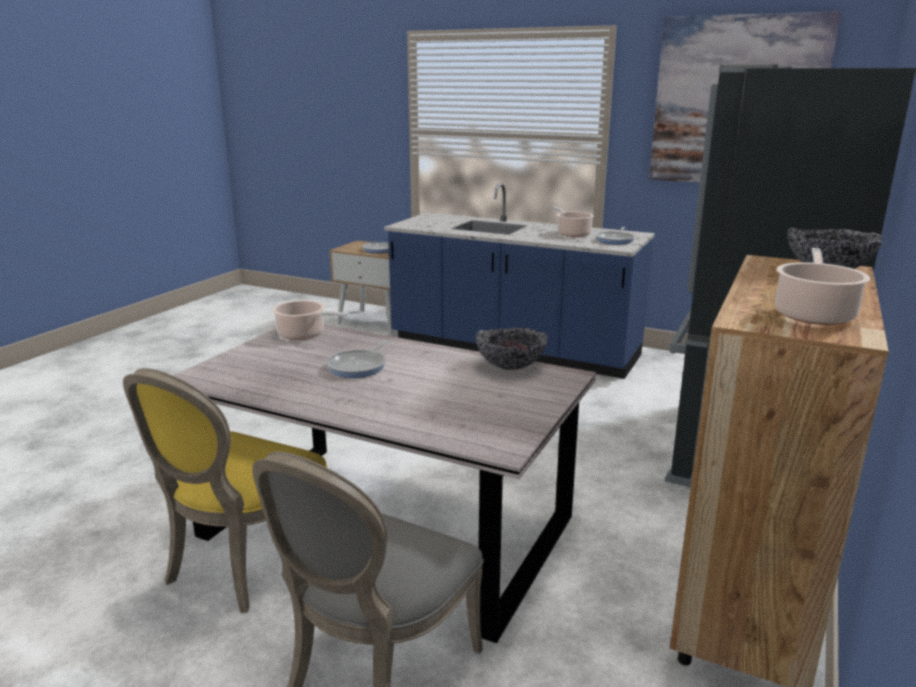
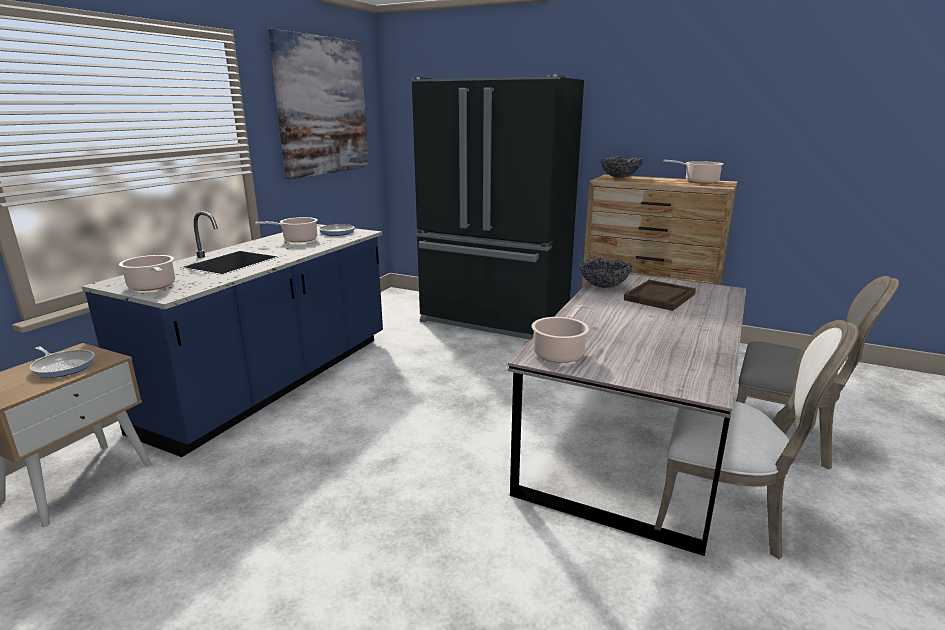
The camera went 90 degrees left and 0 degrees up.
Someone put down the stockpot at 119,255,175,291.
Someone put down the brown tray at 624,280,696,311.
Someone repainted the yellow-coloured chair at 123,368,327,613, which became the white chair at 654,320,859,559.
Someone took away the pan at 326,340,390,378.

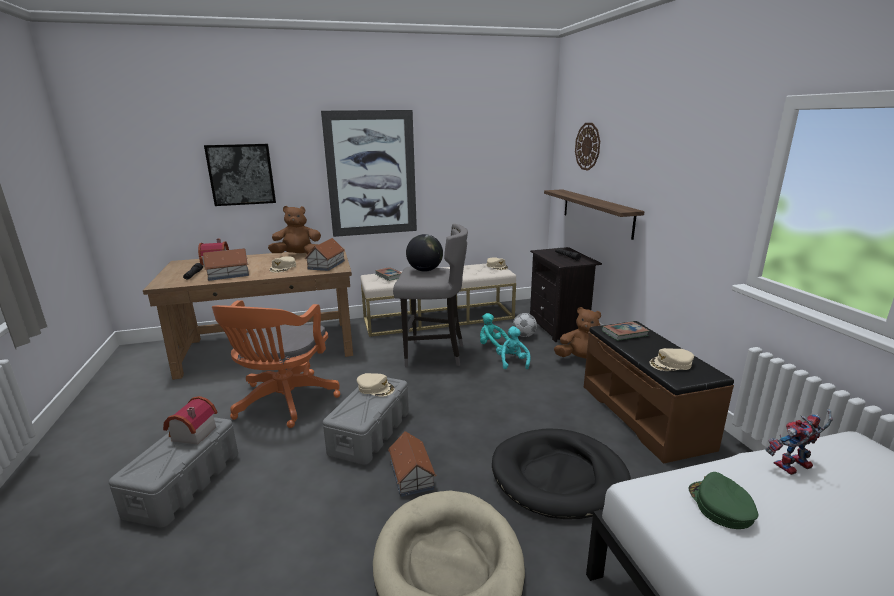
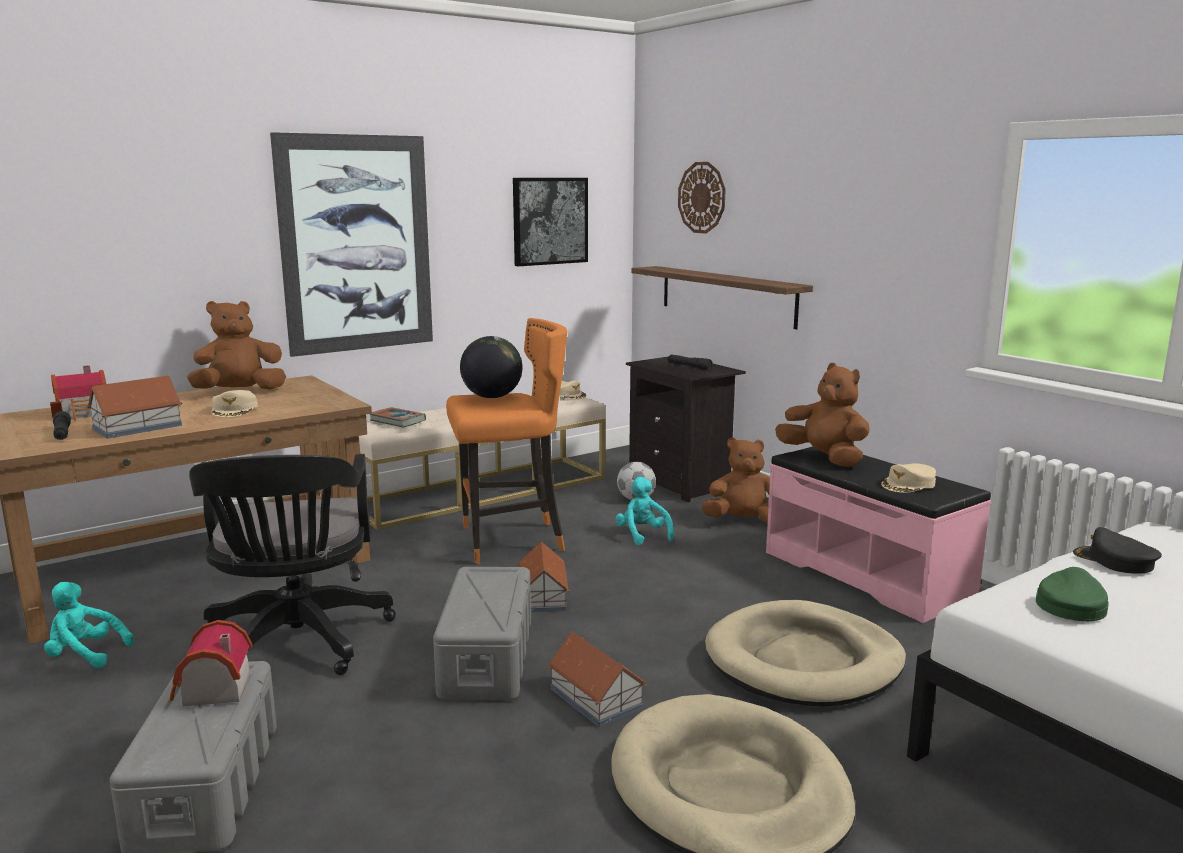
The camera went 20 degrees left and 5 degrees down.
Someone carried the turquoise-coloured soft toy from 480,313,510,349 to 44,582,134,668.
Someone repainted the orange-coloured desk chair at 212,300,340,428, which became the black-coloured desk chair at 189,454,396,675.
Someone repainted the grey sitting stool at 393,224,468,367, which became the orange-coloured sitting stool at 446,318,567,564.
Someone carried the wall art from 204,144,276,206 to 513,178,588,266.
Someone carried the model house from 305,238,345,271 to 518,542,570,612.
Someone repainted the black-coloured dog bed at 492,428,631,519, which became the beige dog bed at 705,600,906,707.
Someone repainted the brown indoor bench at 584,321,734,464, which became the pink-coloured indoor bench at 766,446,991,623.
Someone swapped the bound book at 601,321,649,341 for the brown soft toy at 775,363,869,466.
Someone rotated the green cap at 689,472,759,529 by 60 degrees clockwise.
Someone swapped the model robot at 765,409,832,475 for the black-coloured cap at 1073,527,1162,574.
Someone took away the beige cap at 357,373,395,397.

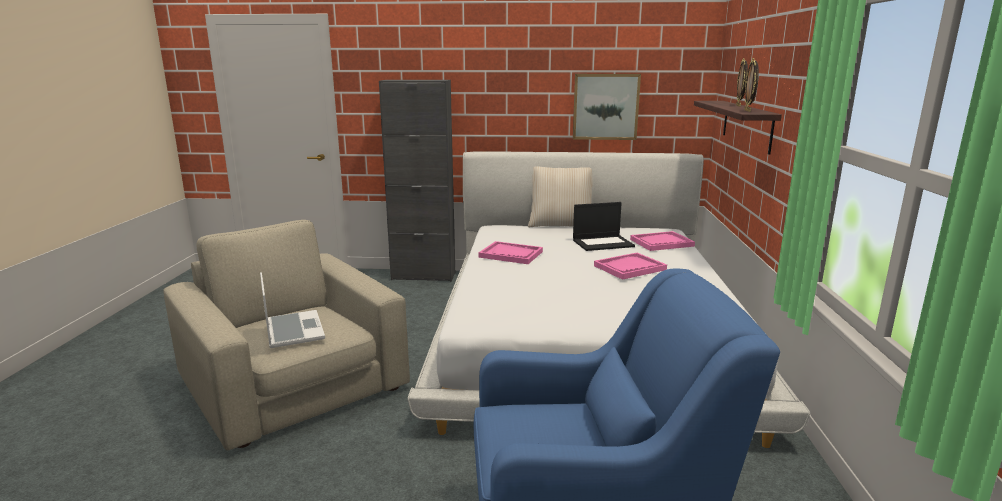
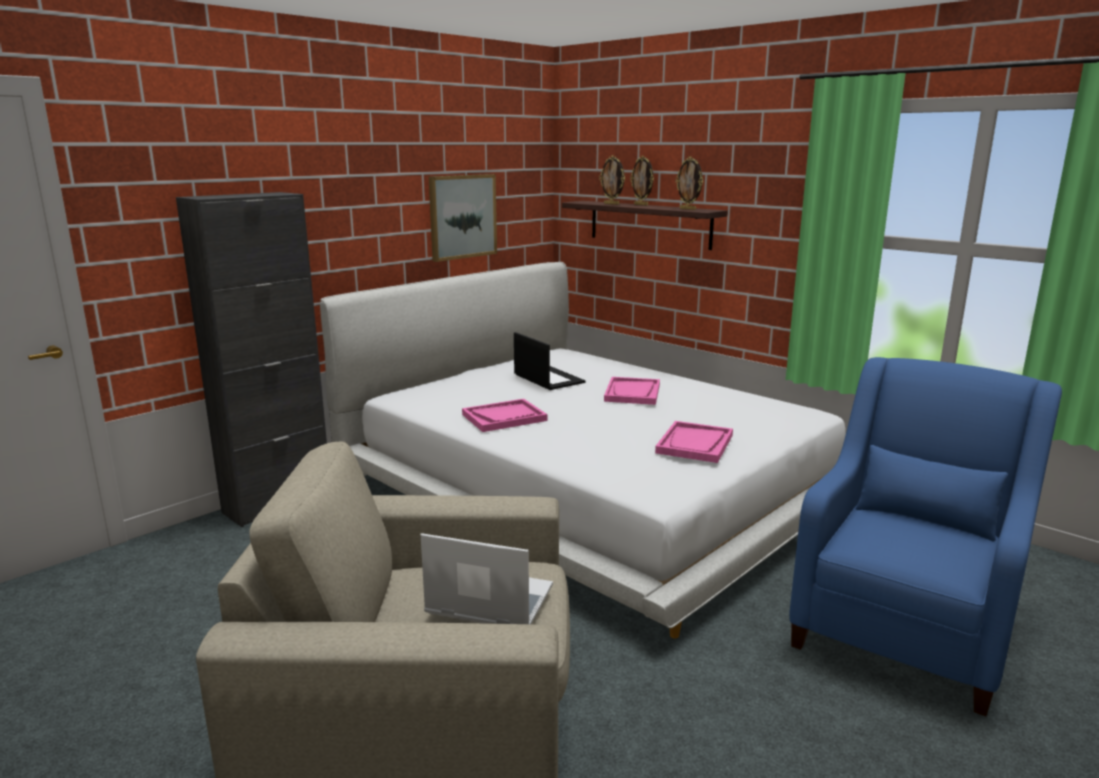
The camera went 50 degrees left and 0 degrees up.
Someone rotated the laptop at 573,202,635,251 by 60 degrees counterclockwise.
Someone put down the picture frame at 599,155,625,205.
Someone carried the pink-coloured tray from 630,231,695,251 to 655,421,733,463.
Someone took away the beige cushion at 528,166,593,227.

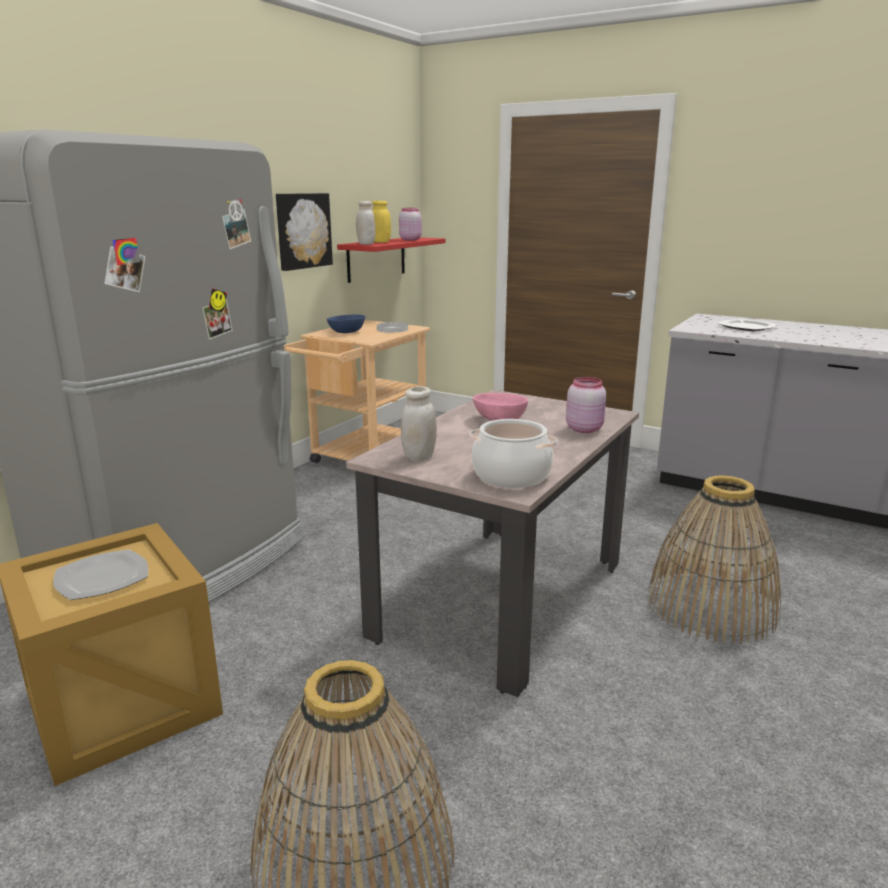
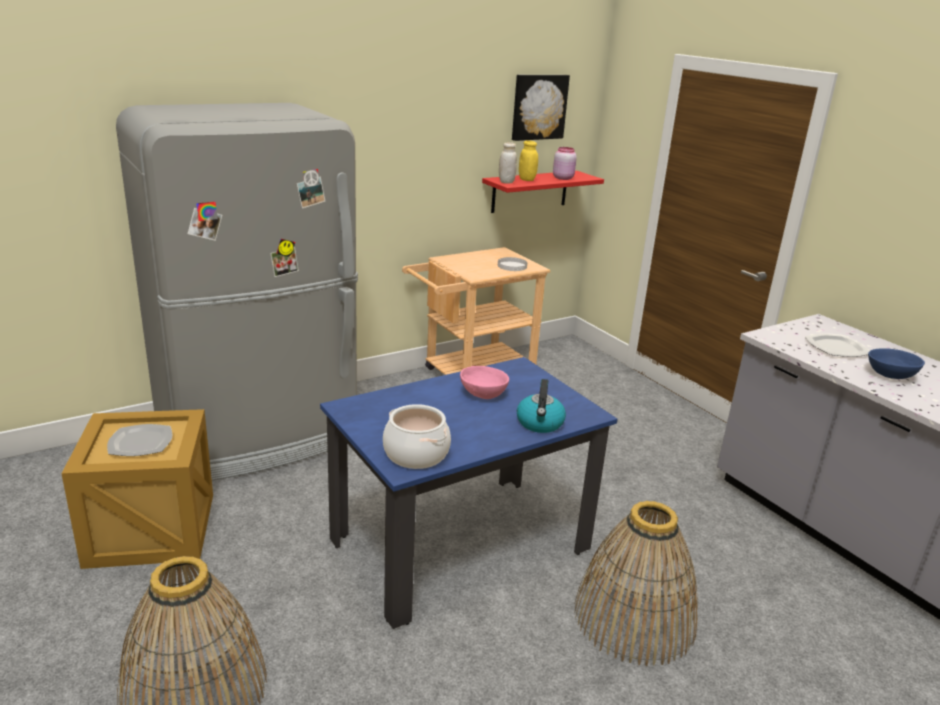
The camera went 25 degrees right and 5 degrees up.
Someone repainted the beige dining table at 346,390,639,697, which became the bluish dining table at 320,357,617,629.
Someone carried the wall art from 276,193,333,271 to 512,75,570,141.
Someone swapped the pink-coloured storage jar at 566,377,606,433 for the kettle at 517,379,566,433.
Someone carried the bluish deep dish from 327,315,365,333 to 868,348,925,379.
Someone took away the white storage jar at 401,386,437,462.

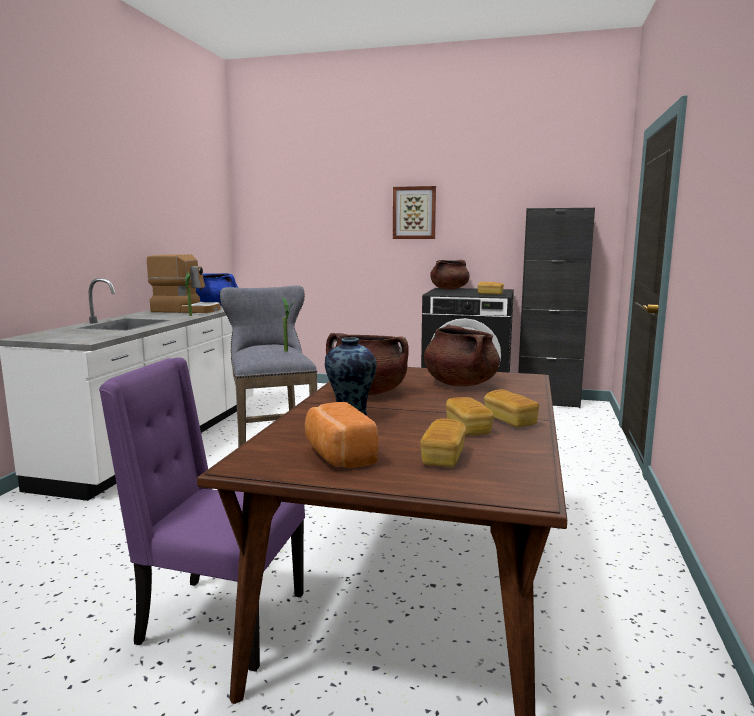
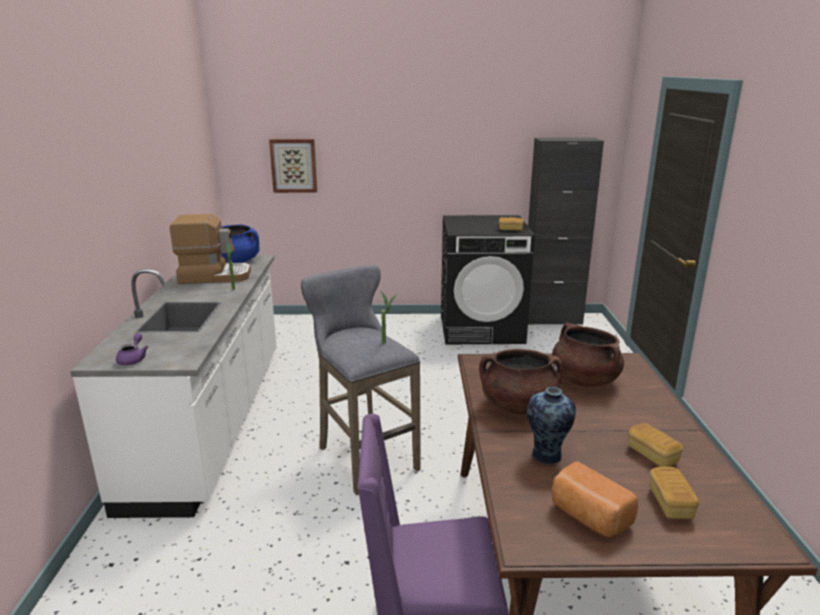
The camera went 15 degrees left and 10 degrees up.
Someone put down the purplish teapot at 116,333,148,365.
Someone carried the wall art from 393,186,436,239 to 269,139,317,193.
Someone took away the brown stockpot at 430,260,469,290.
Someone took away the bread at 484,389,539,427.

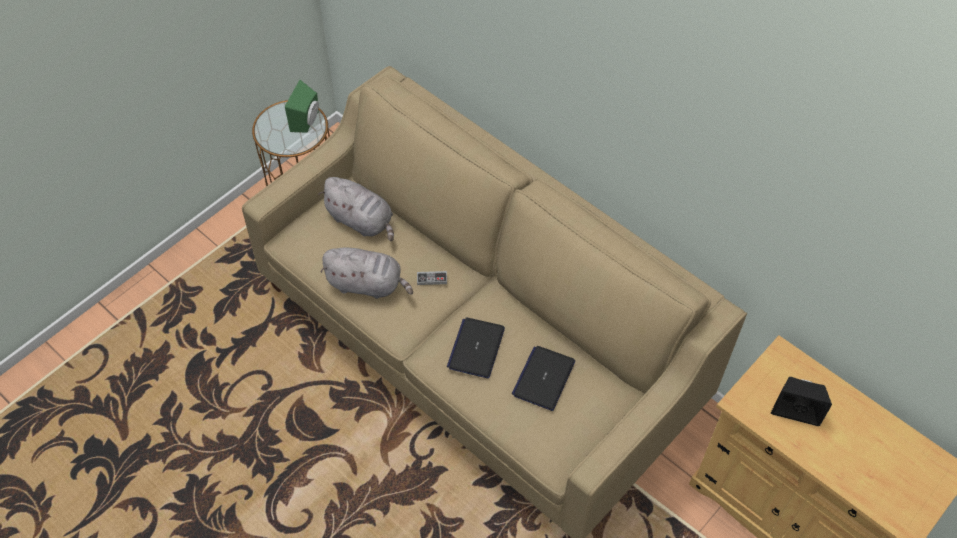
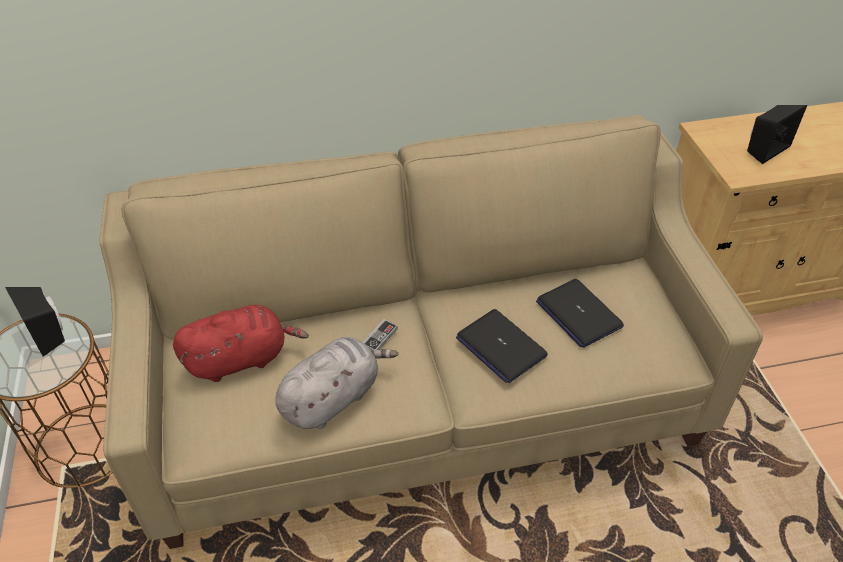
The camera went 55 degrees left and 10 degrees down.
Someone repainted the green audio speaker at 285,80,319,133, which became the black-coloured audio speaker at 5,287,65,357.
Someone repainted the grey soft toy at 318,177,394,241, which became the red soft toy at 173,305,309,382.

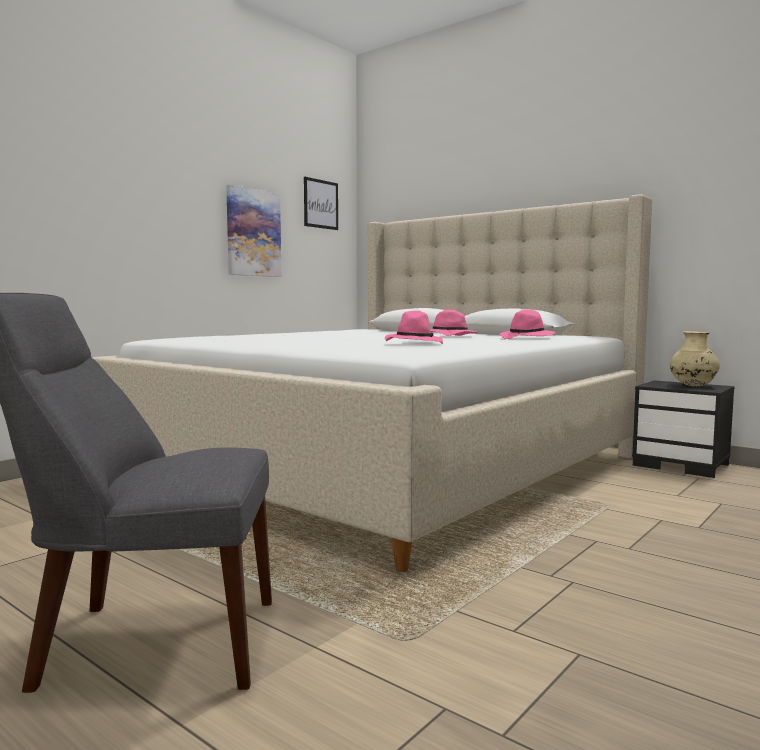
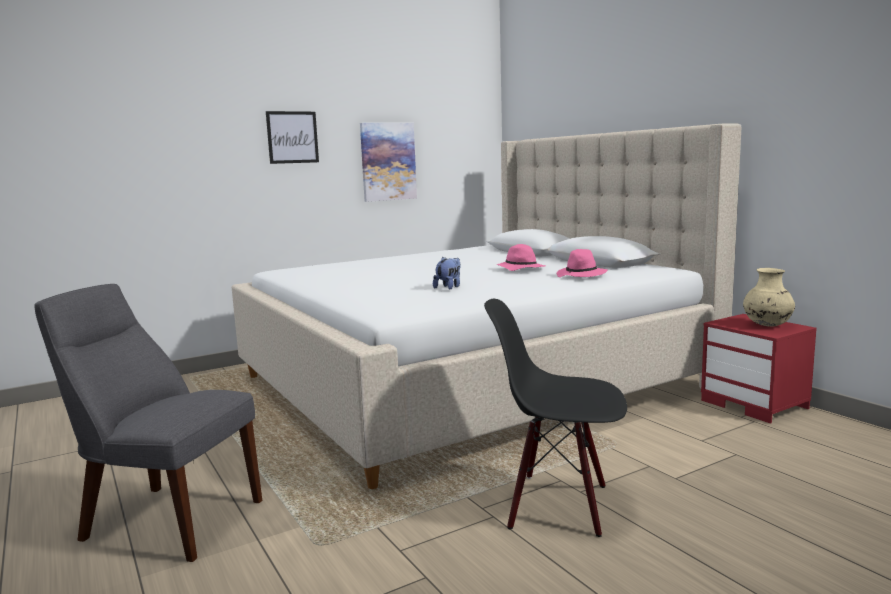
The camera went 20 degrees right and 5 degrees up.
Someone carried the wall art from 304,177,338,230 to 266,111,319,164.
Someone swapped the pink-coloured wearable hat at 385,311,443,344 for the soft toy at 433,257,461,289.
Someone put down the black-coloured chair at 484,299,627,537.
Someone repainted the black-coloured nightstand at 632,380,735,478, which became the red nightstand at 701,314,817,424.

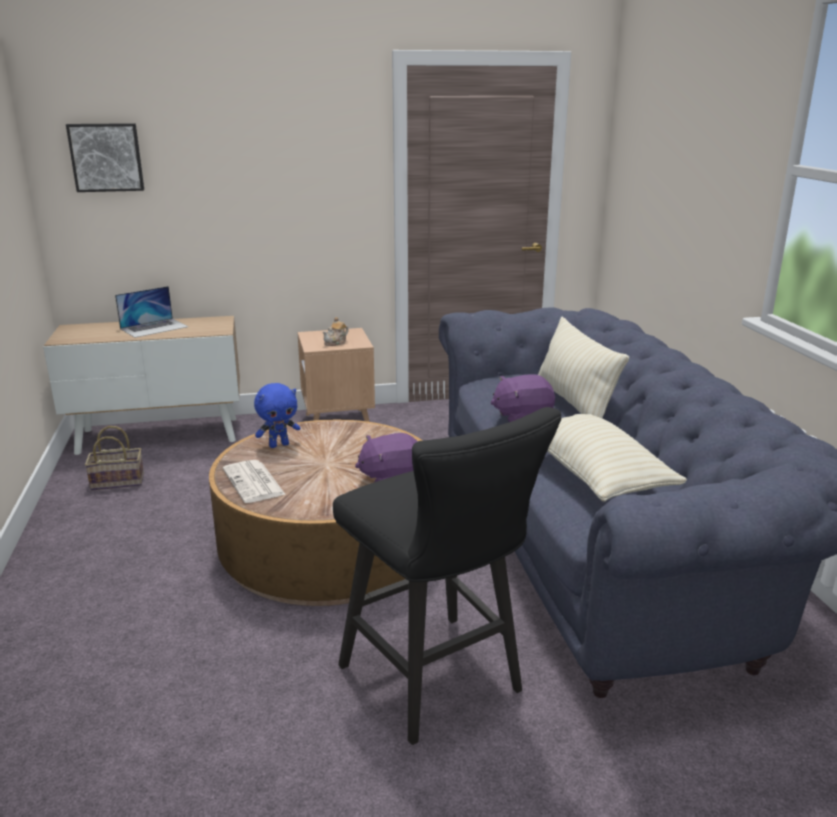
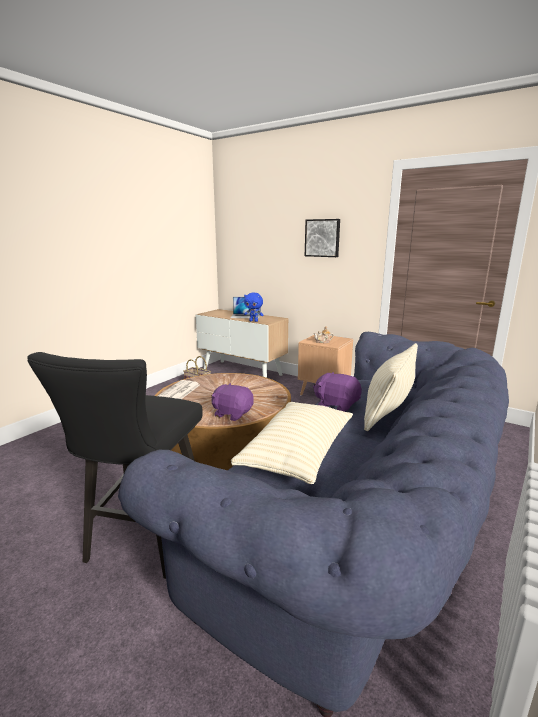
The camera went 45 degrees right and 5 degrees down.
Someone carried the bluish soft toy from 254,383,300,448 to 244,292,263,322.
Someone carried the wall art from 66,123,144,192 to 305,219,340,257.

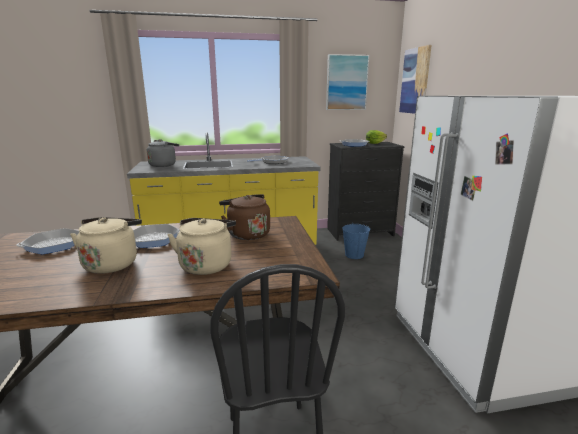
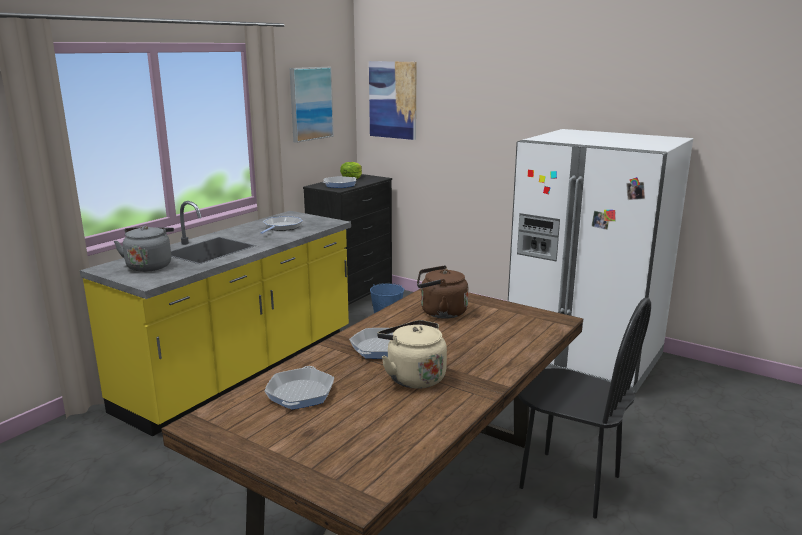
The camera went 45 degrees left and 0 degrees up.
Someone took away the beige kettle at 168,218,236,275.

